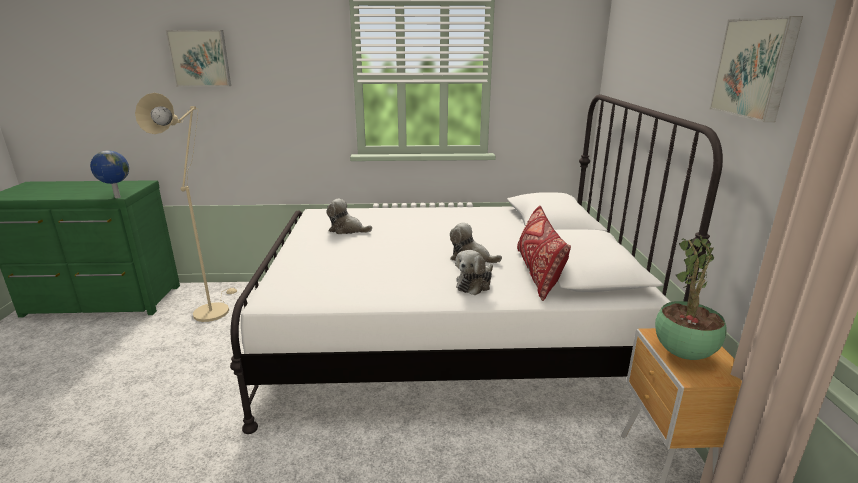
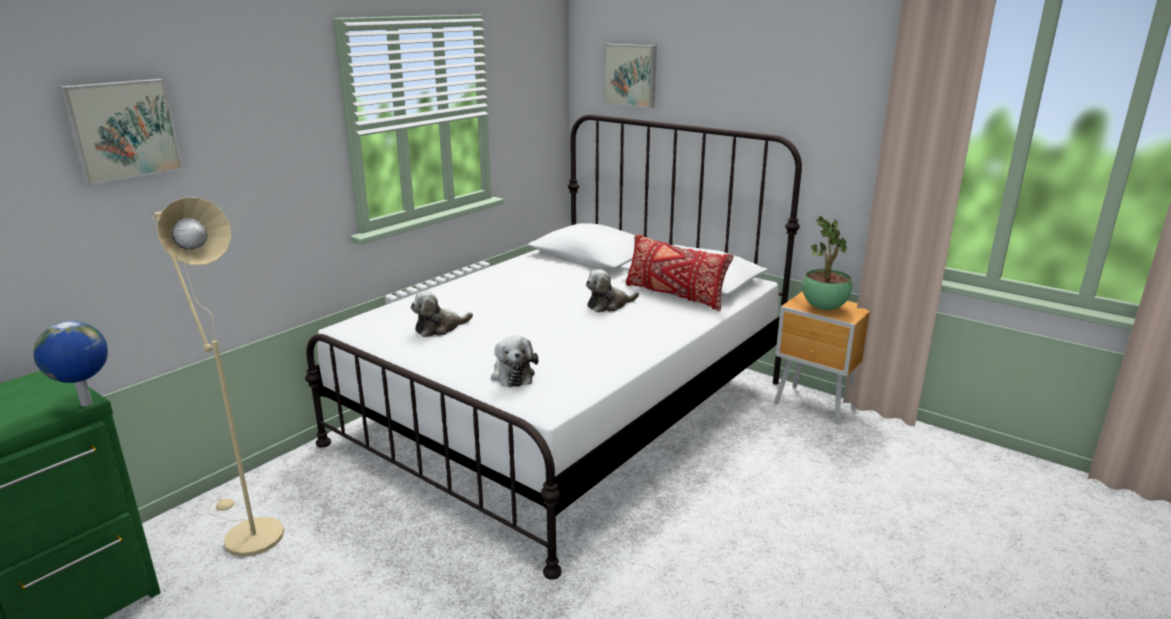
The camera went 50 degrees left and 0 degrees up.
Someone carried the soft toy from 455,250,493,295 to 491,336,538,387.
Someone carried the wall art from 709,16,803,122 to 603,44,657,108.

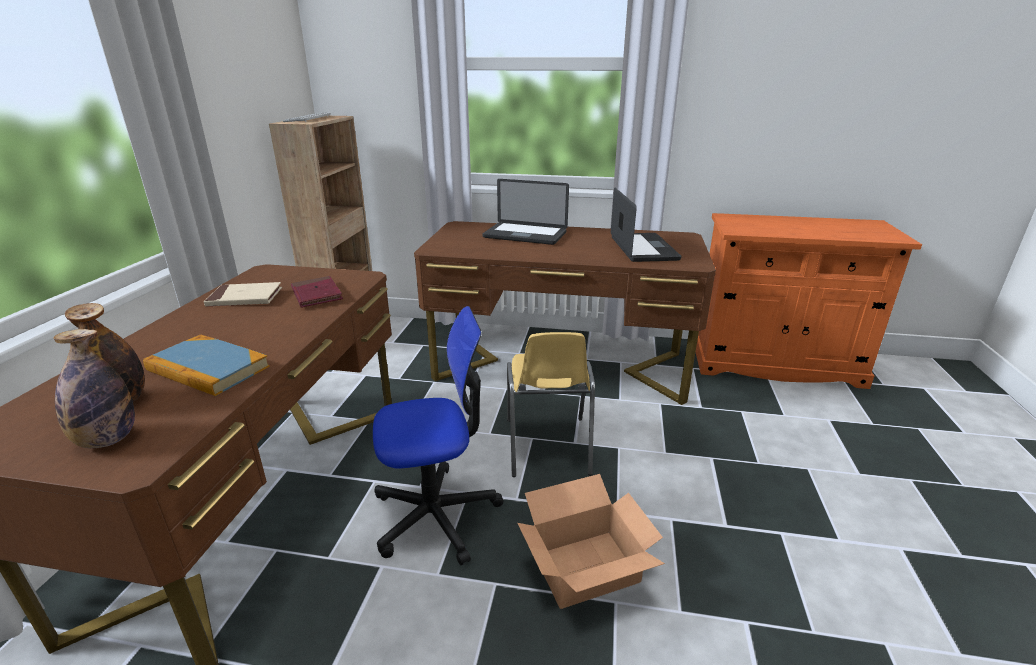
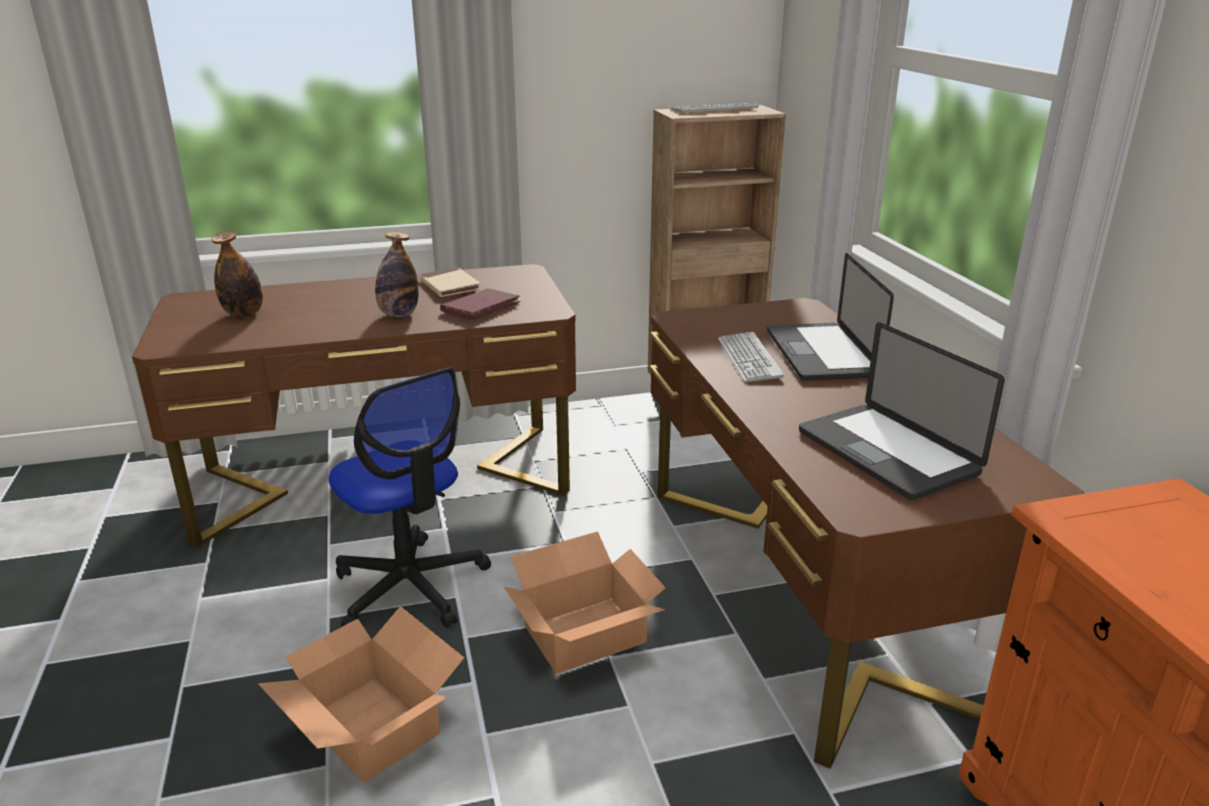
The camera went 65 degrees right and 0 degrees up.
Someone carried the beverage bottle from 54,329,135,448 to 375,232,419,317.
Someone swapped the yellow-coloured chair at 507,332,595,477 for the packing box at 504,531,666,674.
Someone put down the keyboard at 718,332,784,382.
Someone rotated the laptop at 611,188,681,262 by 90 degrees clockwise.
Someone took away the bound book at 143,334,270,396.

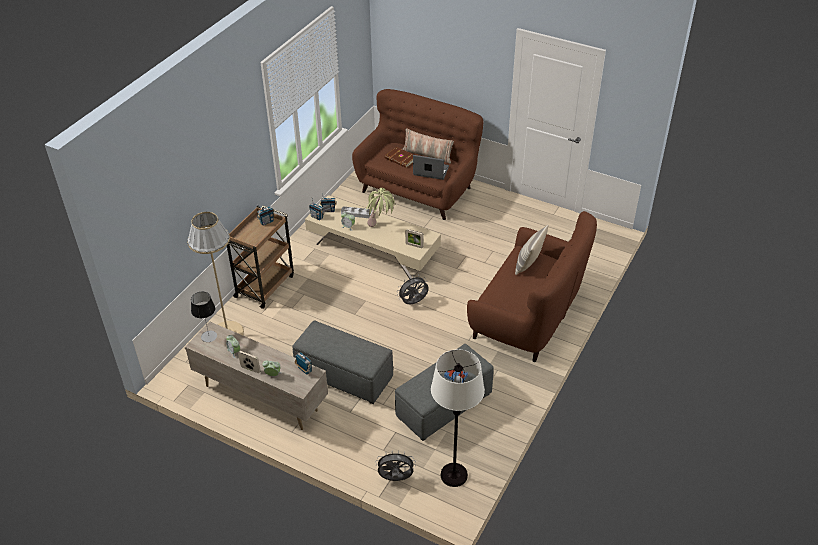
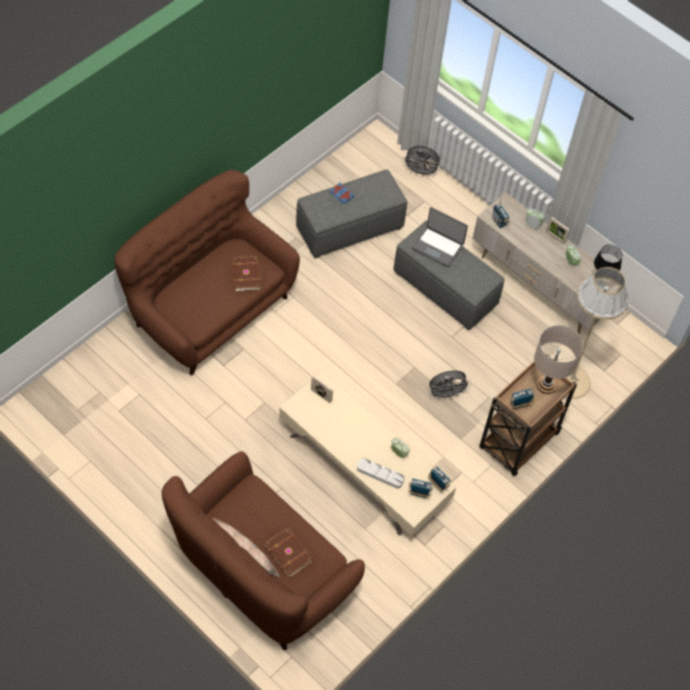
The camera went 170 degrees left and 15 degrees up.
Someone put down the brown bound book at 232,256,262,292.
Someone carried the laptop from 413,155,449,180 to 412,207,468,267.
Someone carried the grey electric fan from 397,275,428,304 to 428,371,471,400.
Someone put down the beige table lamp at 534,325,583,394.
Someone took away the plant in a pot at 366,188,395,227.
Someone took away the white standing lamp at 431,349,485,487.
Someone took away the cushion at 515,225,549,275.

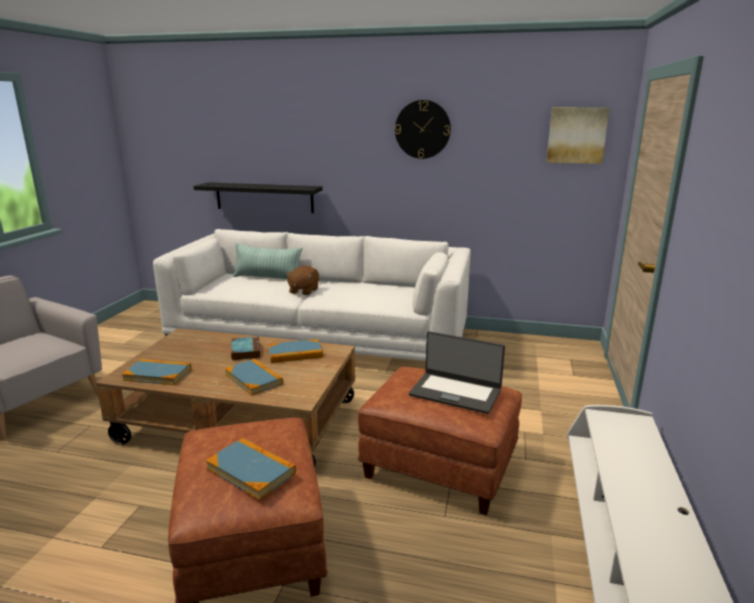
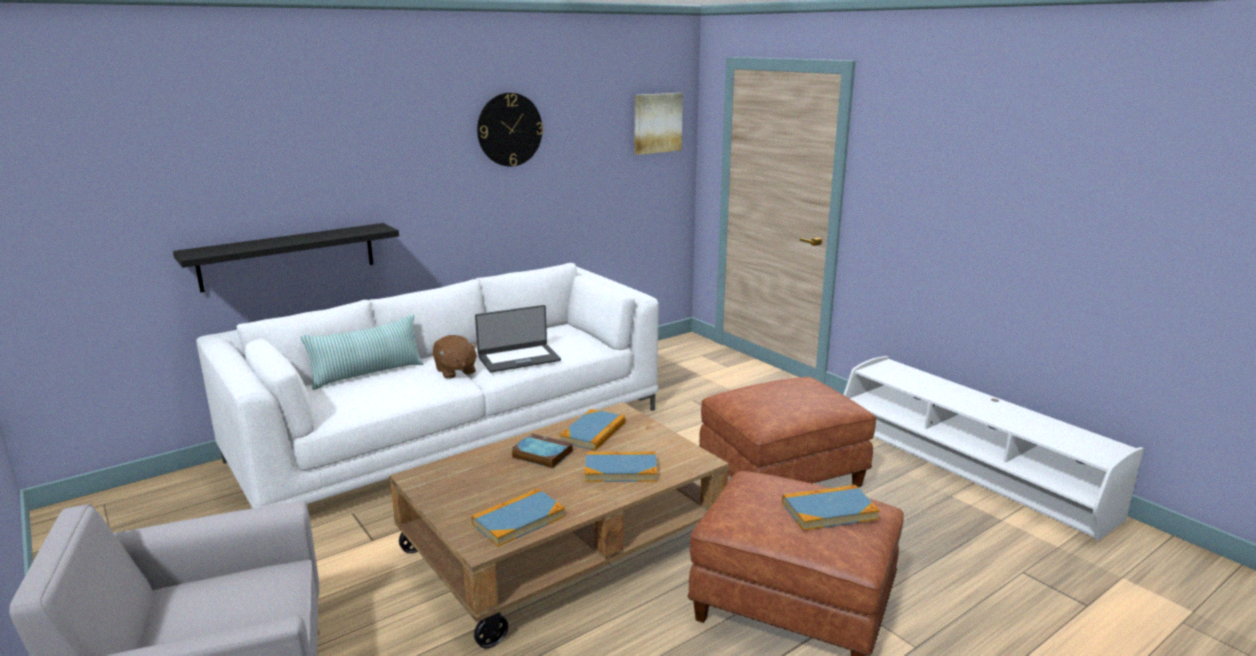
The camera went 50 degrees left and 0 degrees up.
Someone carried the laptop from 409,331,505,414 to 475,305,561,373.

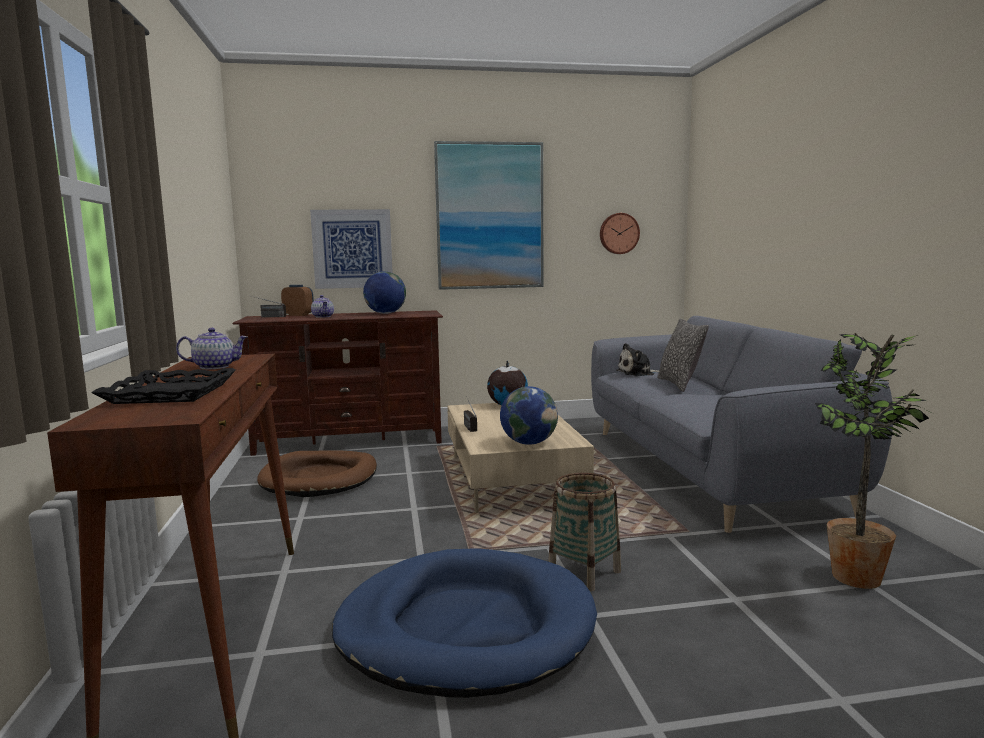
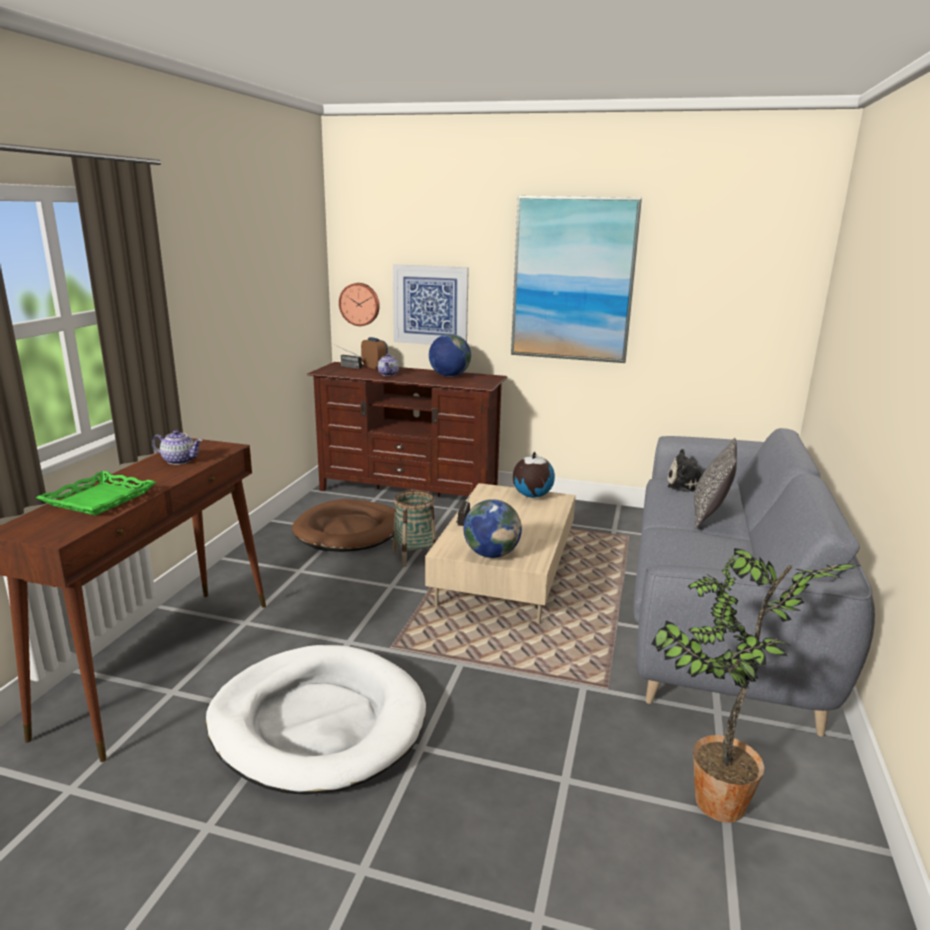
The camera went 25 degrees right and 10 degrees up.
Someone repainted the black-coloured tray at 91,368,236,404, which became the green tray at 36,471,156,516.
Someone repainted the bluish dog bed at 332,548,597,698, which became the white dog bed at 206,645,426,795.
Someone carried the wall clock from 600,213,640,254 to 339,283,380,326.
Someone carried the storage basket from 548,473,621,591 to 393,490,436,567.

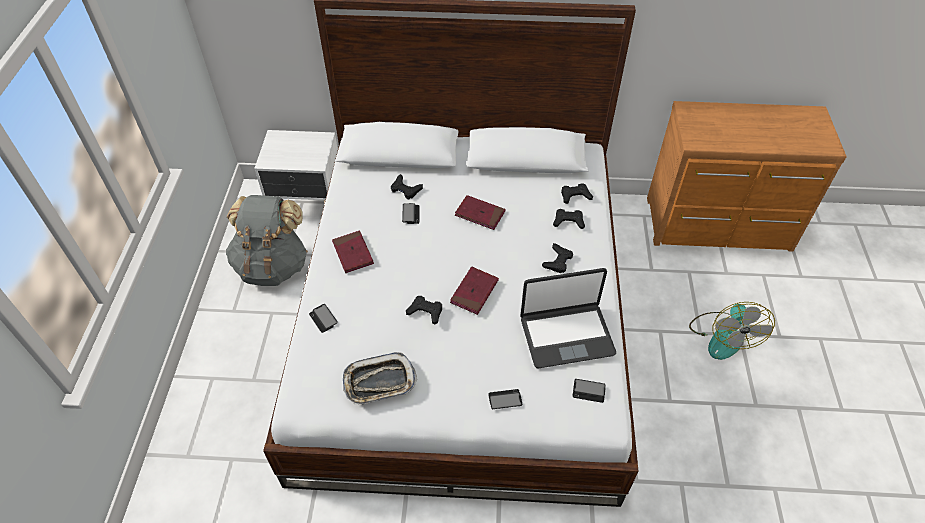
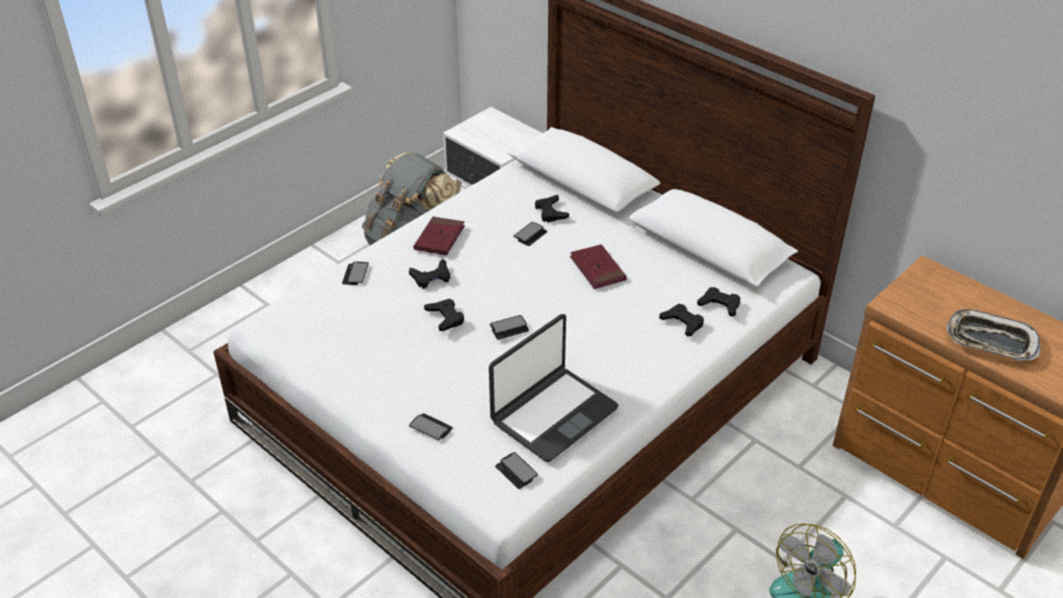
The camera went 40 degrees right and 10 degrees down.
Someone carried the black-coloured joypad from 542,243,573,273 to 409,259,450,288.
Someone rotated the laptop at 520,268,616,369 by 75 degrees counterclockwise.
Someone swapped the red bound book at 450,266,499,315 for the telephone at 490,315,529,340.
Someone carried the tray from 343,352,417,405 to 946,309,1041,361.

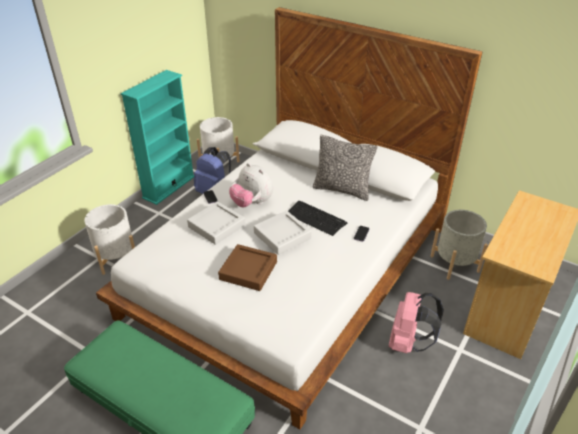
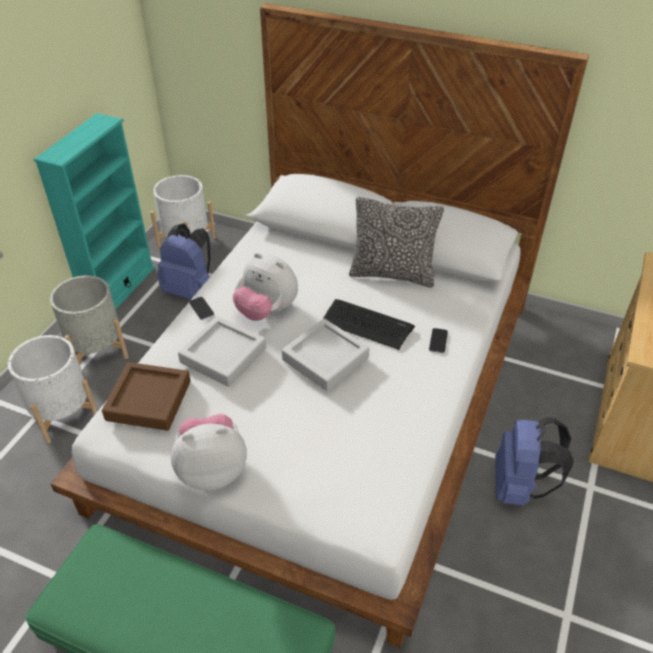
The camera went 10 degrees left and 5 degrees up.
Someone carried the grey flower pot from 431,210,488,280 to 50,275,128,371.
Someone carried the brown tray from 218,244,277,291 to 102,362,191,431.
Someone put down the soft toy at 171,414,247,491.
Someone repainted the pink-coloured backpack at 389,292,444,353, which became the bluish backpack at 495,418,574,506.

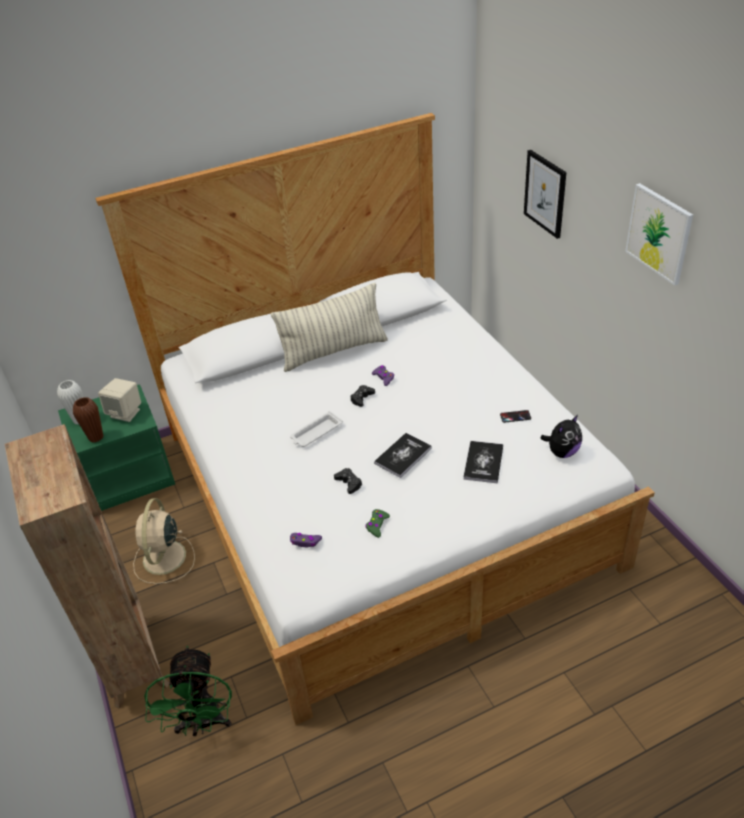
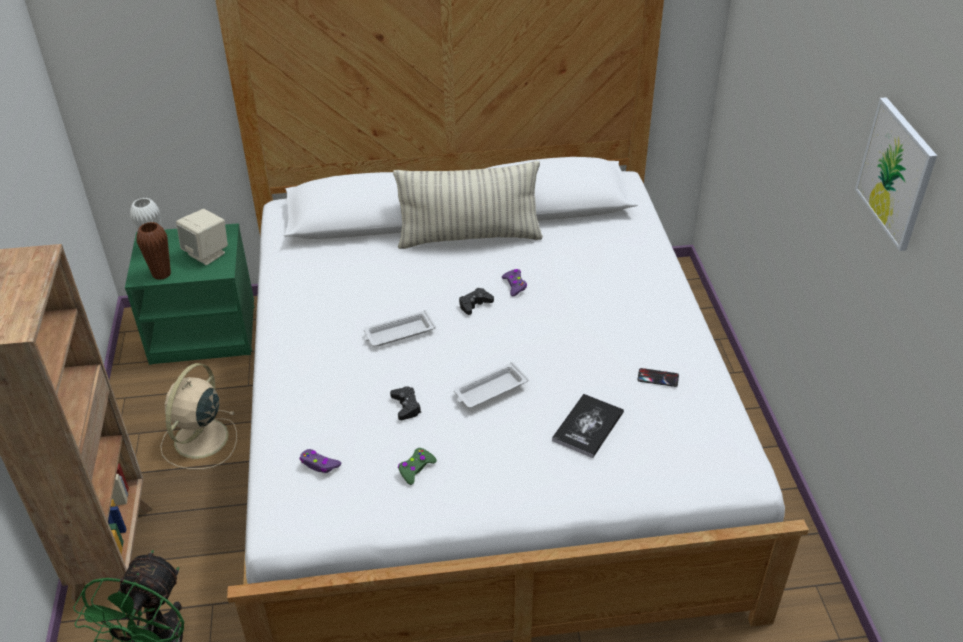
The camera went 15 degrees right and 0 degrees up.
Someone swapped the bound book at 374,433,432,478 for the white tray at 454,362,529,408.
Someone took away the wall art at 524,150,567,239.
Someone took away the soft toy at 541,415,582,458.

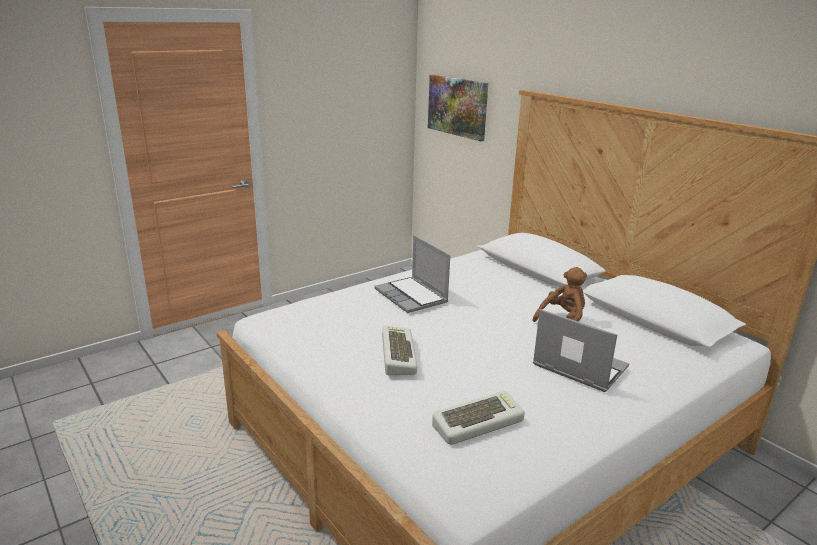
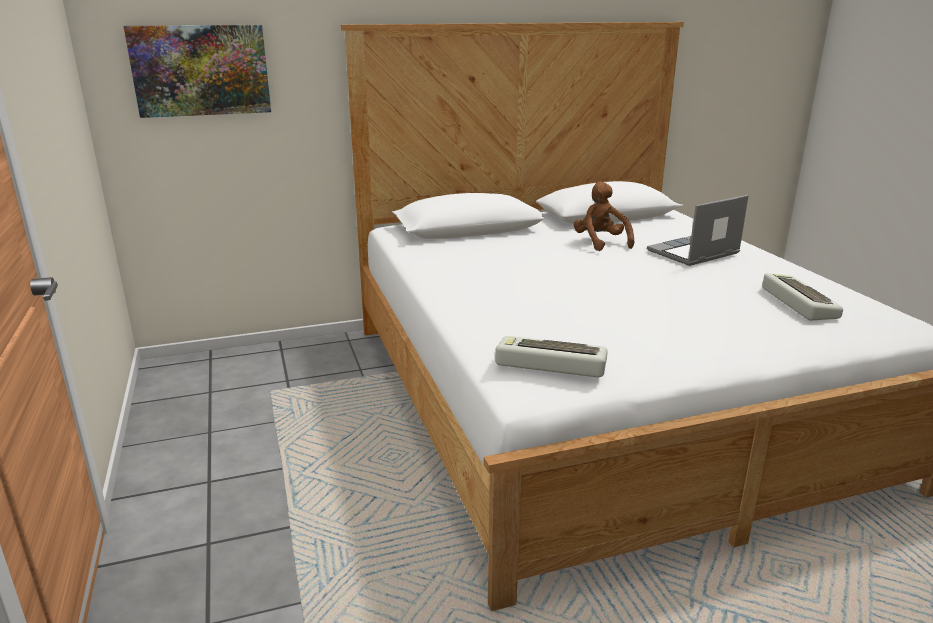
The camera went 70 degrees left and 0 degrees up.
Someone carried the keyboard from 382,326,417,375 to 495,336,608,377.
Someone took away the laptop at 374,235,450,313.

